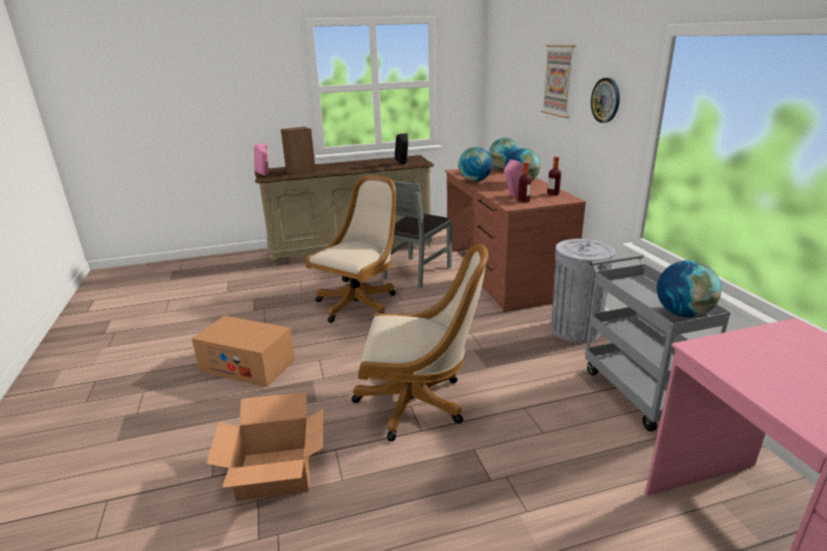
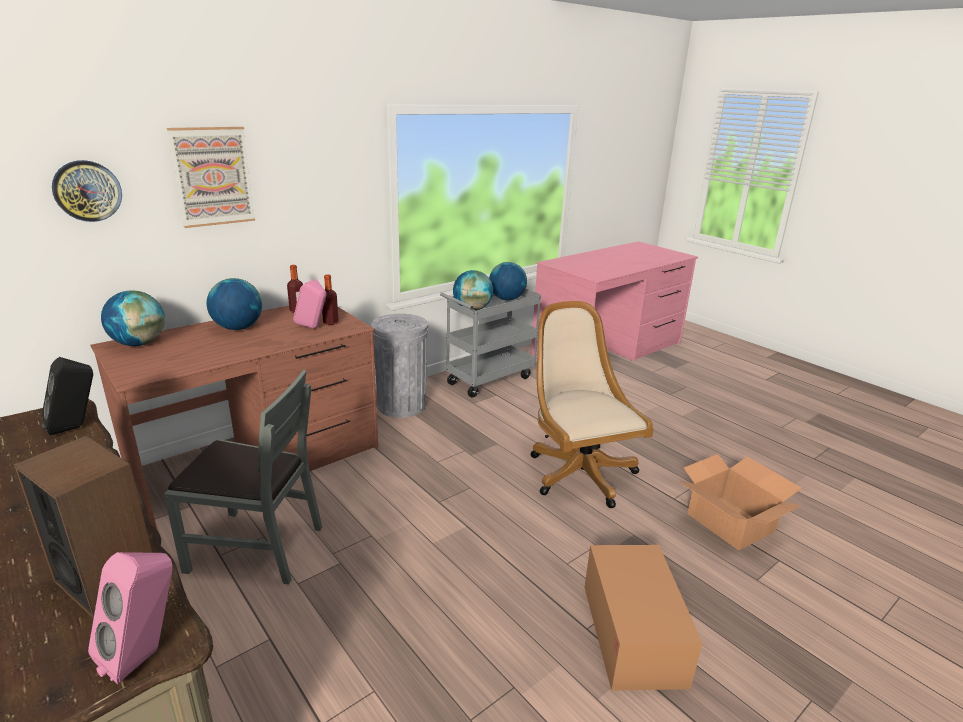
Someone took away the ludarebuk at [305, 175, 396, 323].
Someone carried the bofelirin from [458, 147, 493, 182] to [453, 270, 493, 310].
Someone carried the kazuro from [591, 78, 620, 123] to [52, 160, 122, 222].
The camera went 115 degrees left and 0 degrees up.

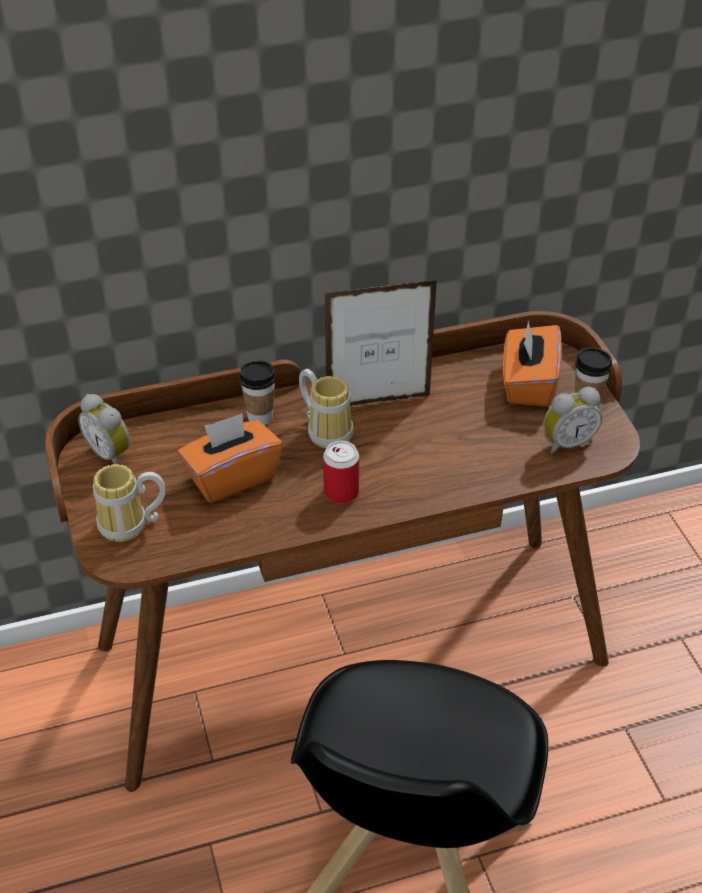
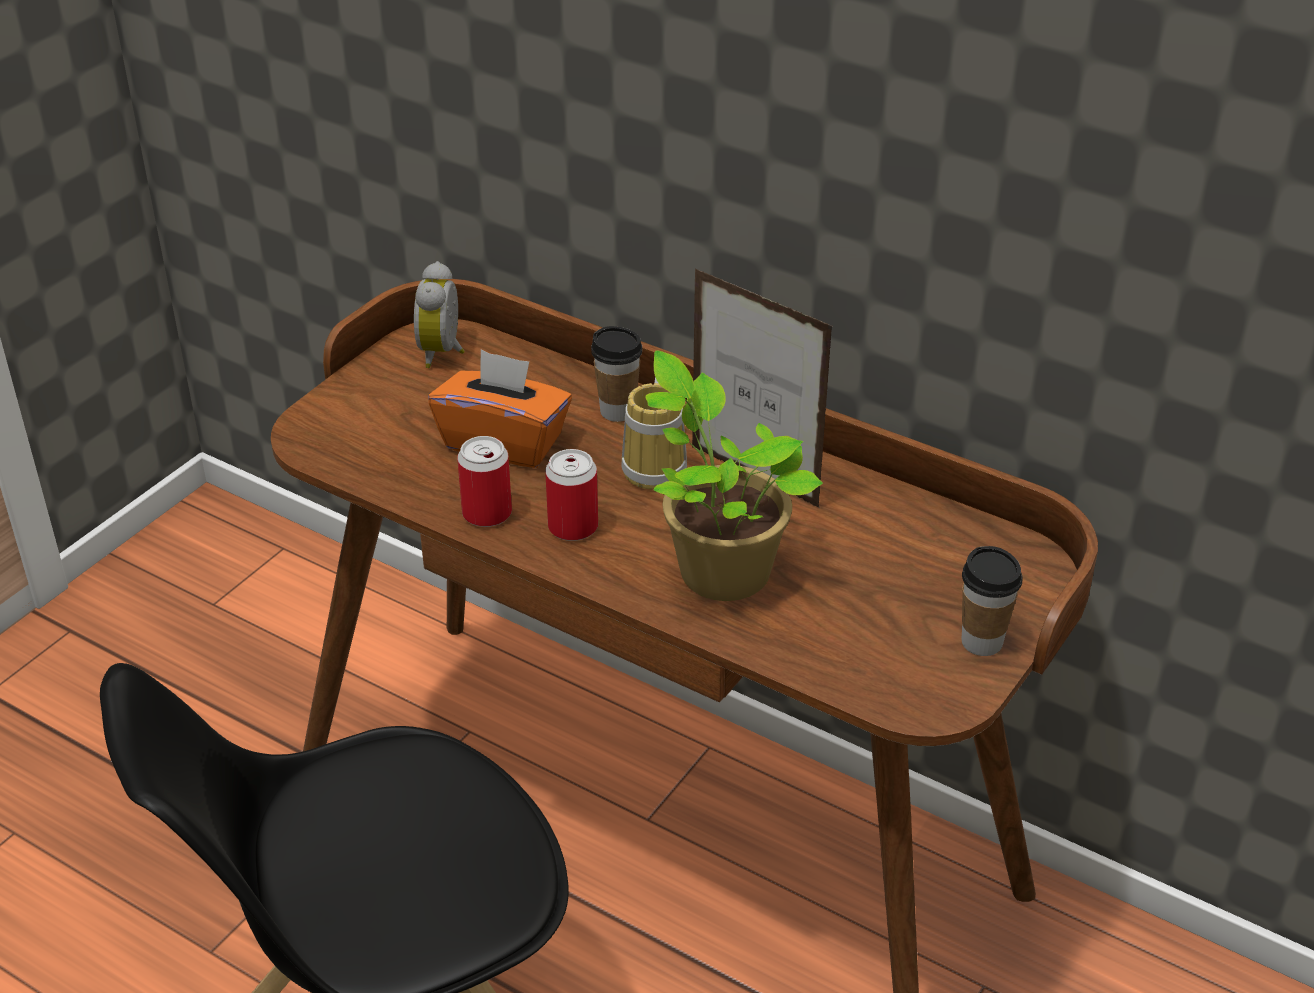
Someone took away the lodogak at [93, 464, 165, 542].
Someone took away the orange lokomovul at [503, 321, 561, 407].
Someone took away the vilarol at [544, 387, 602, 454].
Someone put down the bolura at [457, 436, 512, 527].
Someone put down the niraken at [645, 351, 823, 601].
The camera went 50 degrees right and 5 degrees down.

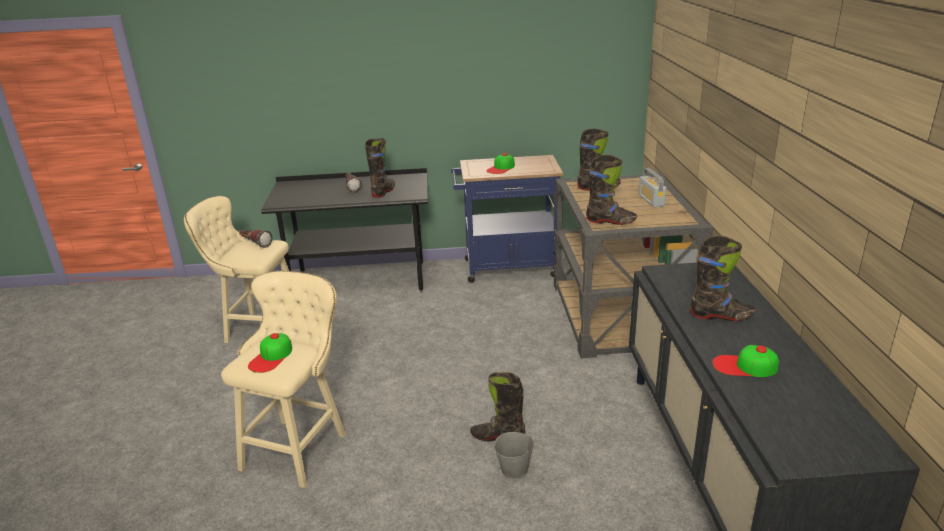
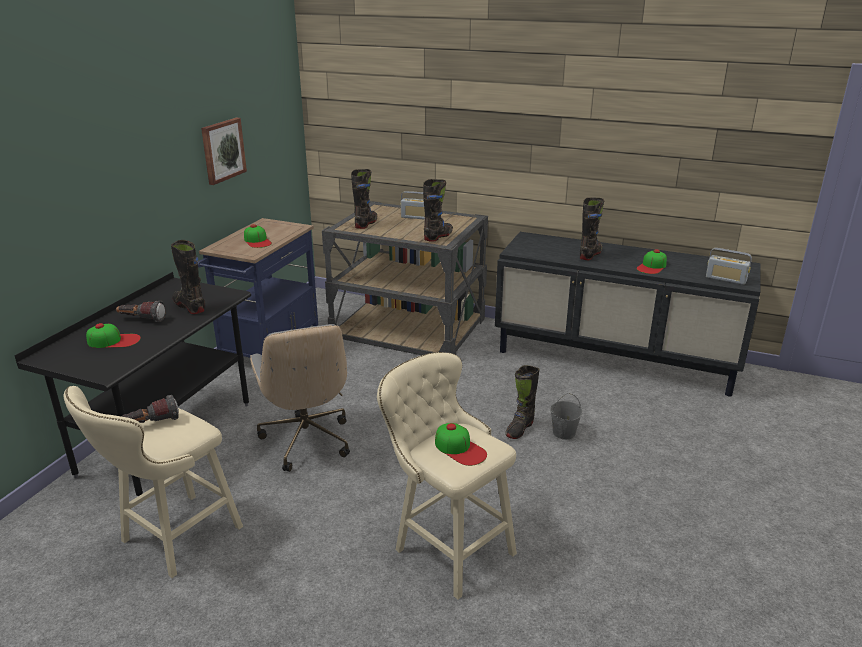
Someone put down the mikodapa at [86, 323, 141, 348].
Someone put up the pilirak at [201, 118, 247, 185].
Someone put down the grey ludarebuk at [250, 324, 350, 472].
Someone put down the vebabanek at [706, 248, 752, 285].
The camera went 65 degrees left and 0 degrees up.

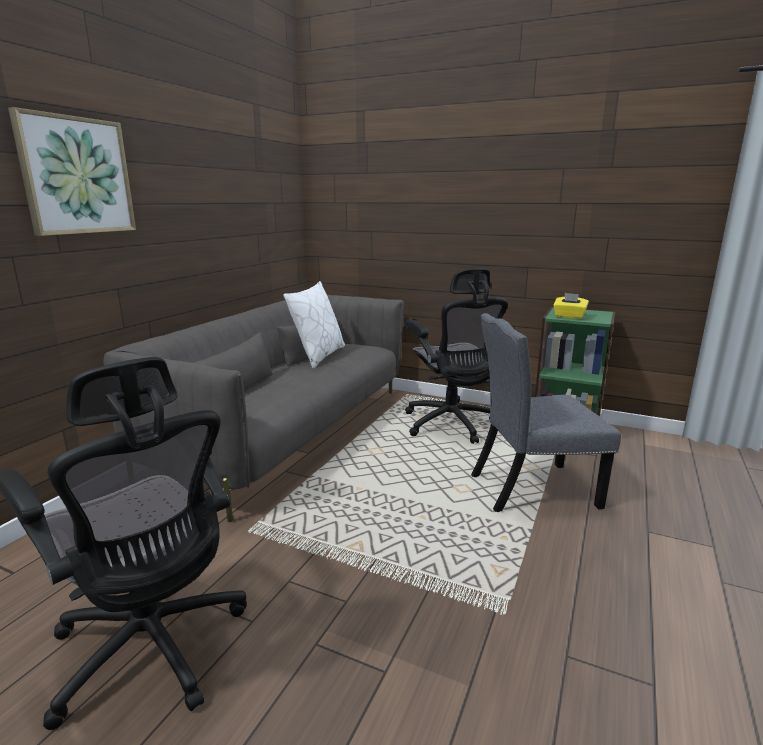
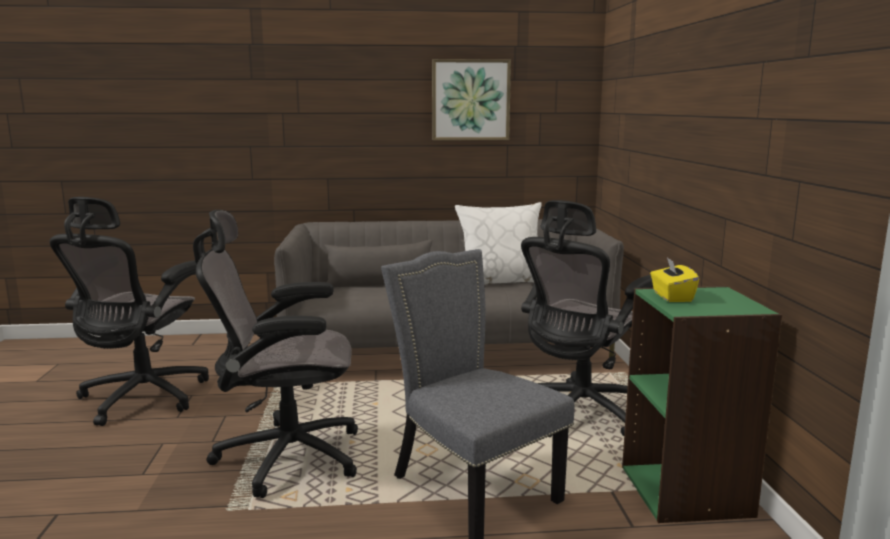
Someone carried the pilirak from [8, 107, 136, 236] to [432, 59, 511, 140].
Someone put down the ludarebuk at [193, 210, 358, 498].
The camera went 60 degrees right and 5 degrees down.

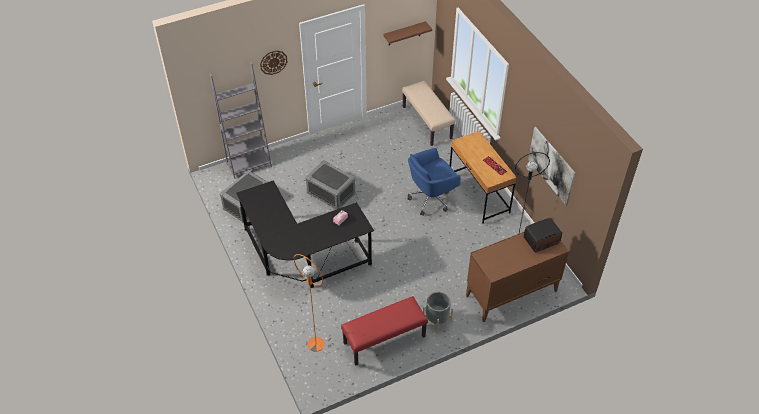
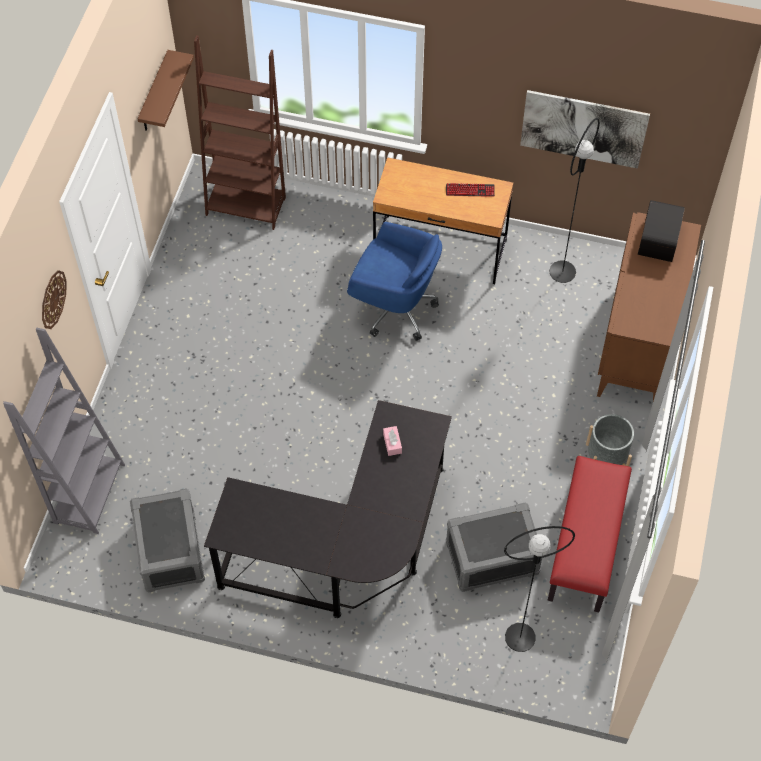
Someone repainted the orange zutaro at [294, 254, 325, 352], which became the black zutaro at [504, 526, 575, 652].
Someone carried the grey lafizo from [305, 160, 356, 210] to [446, 503, 542, 592].
Someone swapped the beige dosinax at [402, 81, 455, 146] for the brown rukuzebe at [194, 35, 286, 230].
Someone rotated the blue ludarebuk at [408, 148, 461, 216] by 75 degrees counterclockwise.
The camera went 50 degrees left and 10 degrees up.

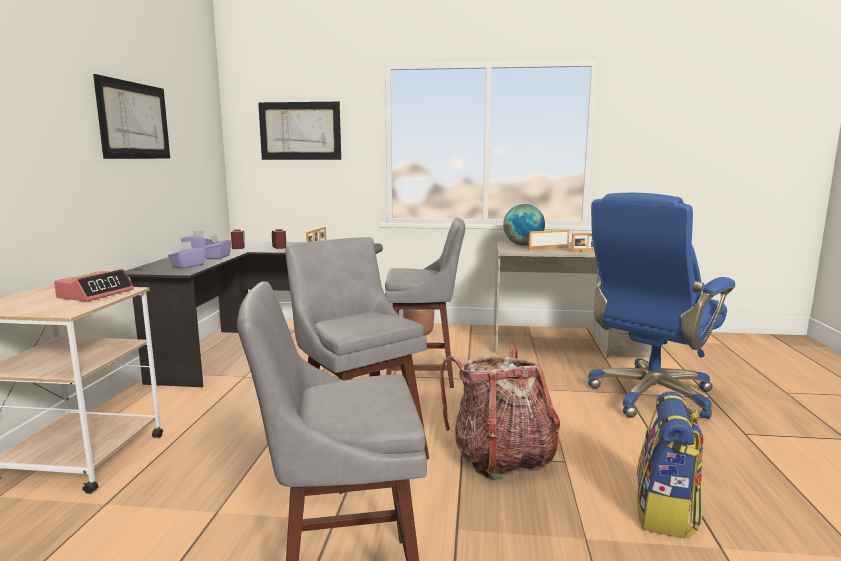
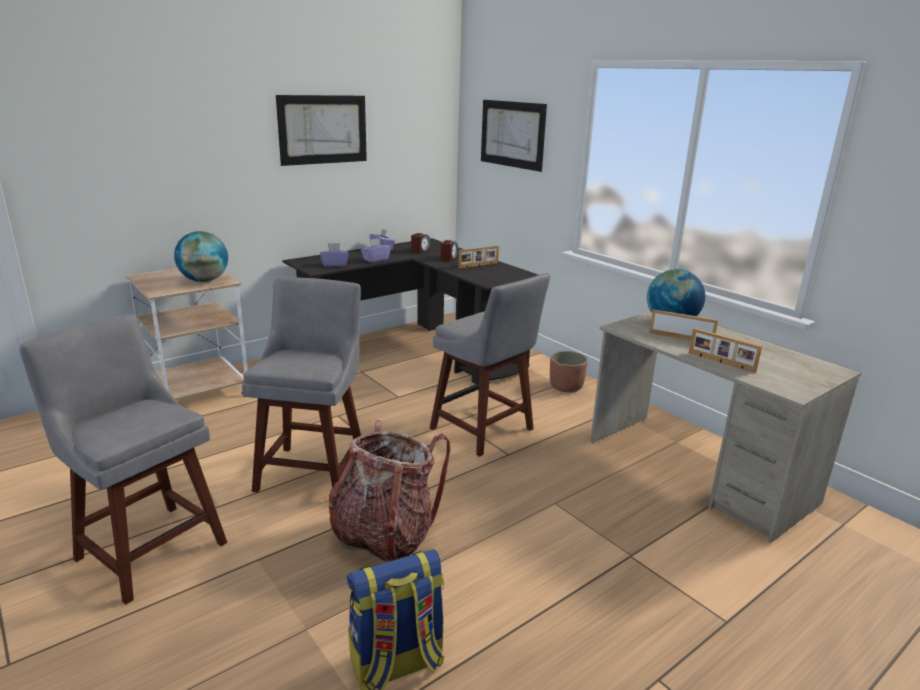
Someone swapped the vilarol at [54, 269, 134, 302] for the bofelirin at [174, 231, 228, 282].
Someone took away the blue ludarebuk at [588, 193, 735, 419].
The camera went 45 degrees right and 10 degrees up.

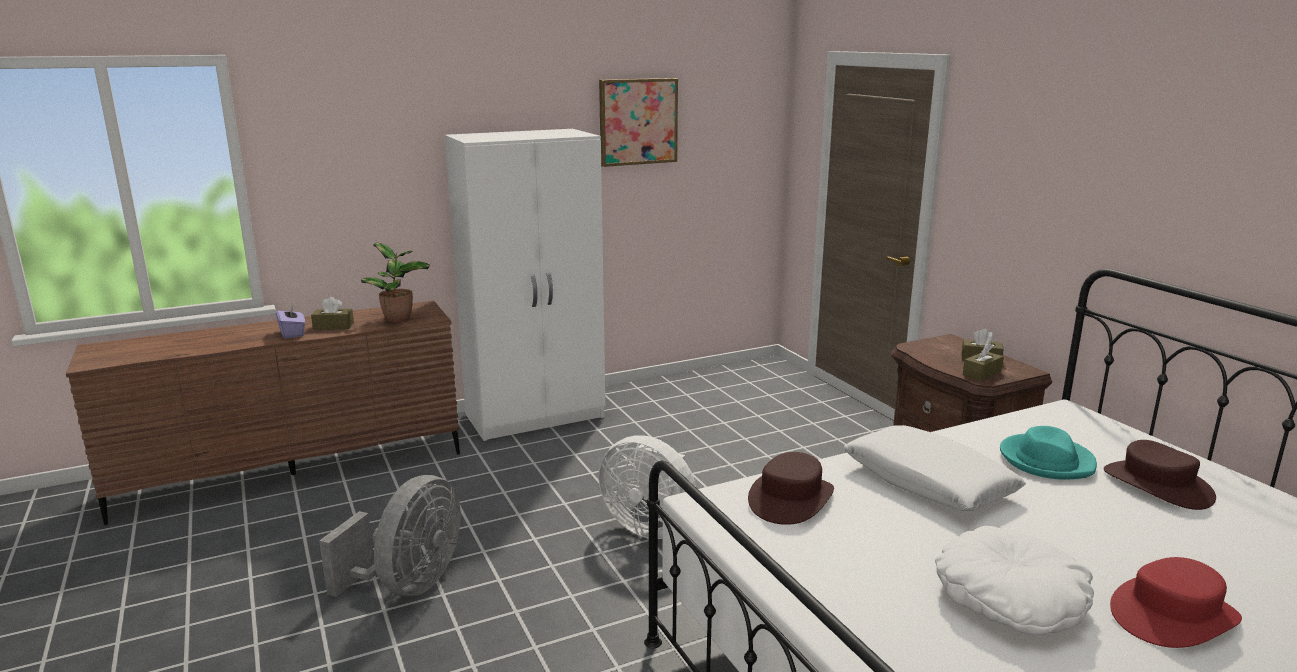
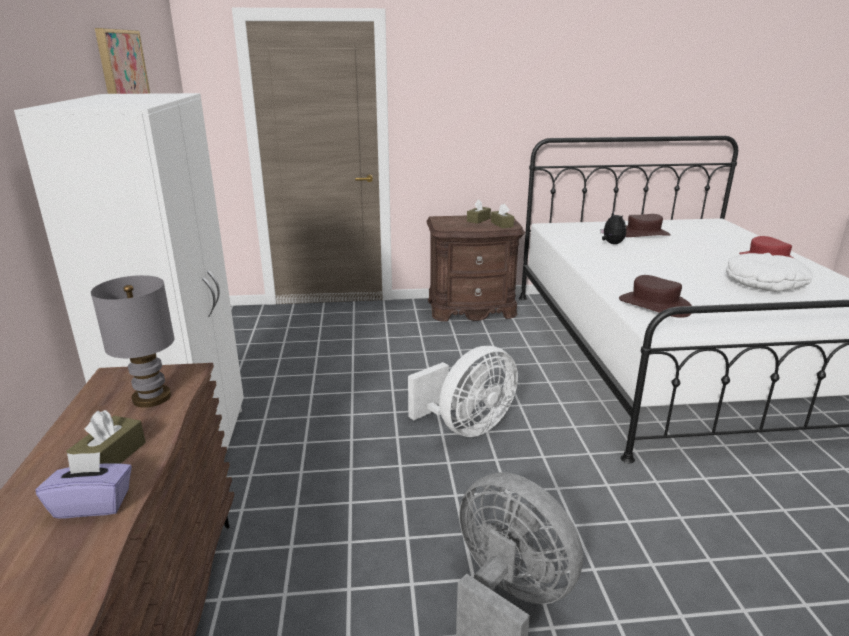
Someone swapped the niraken at [361, 243, 430, 322] for the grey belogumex at [91, 275, 174, 408].
Someone took away the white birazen at [844, 425, 1026, 511].
Someone swapped the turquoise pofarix at [1000, 426, 1097, 480] for the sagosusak at [600, 212, 626, 244].
The camera went 70 degrees left and 5 degrees up.

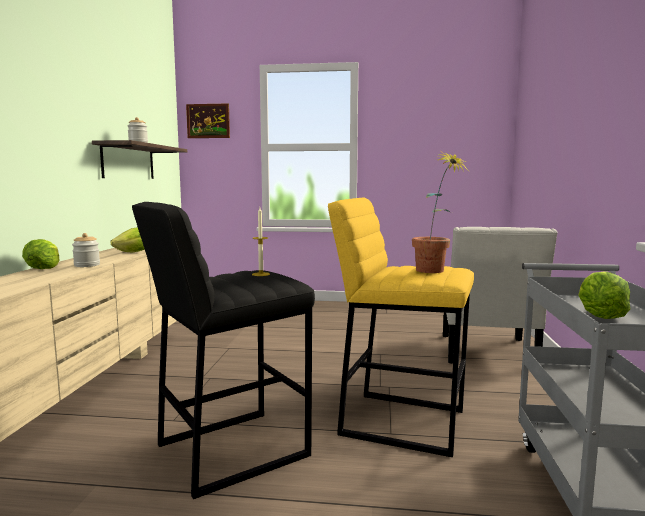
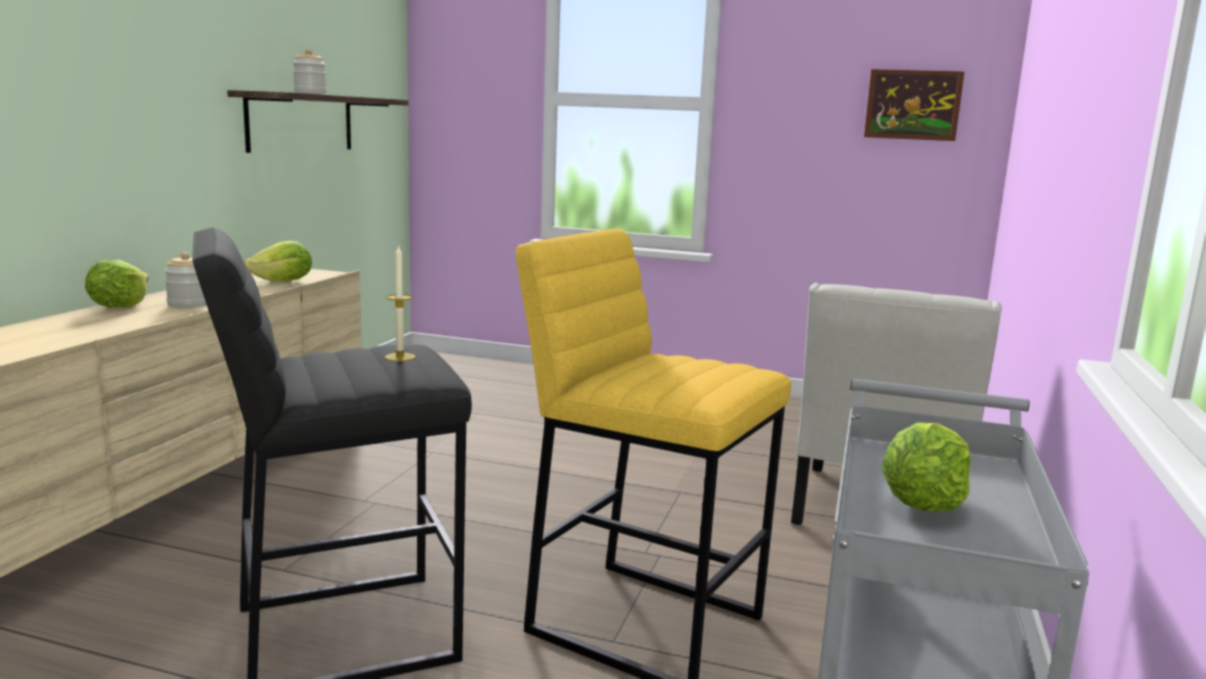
Someone carried the pilirak from [186, 104, 230, 138] to [864, 69, 965, 141].
Someone took away the niraken at [412, 151, 469, 273].
The camera went 10 degrees right and 5 degrees up.

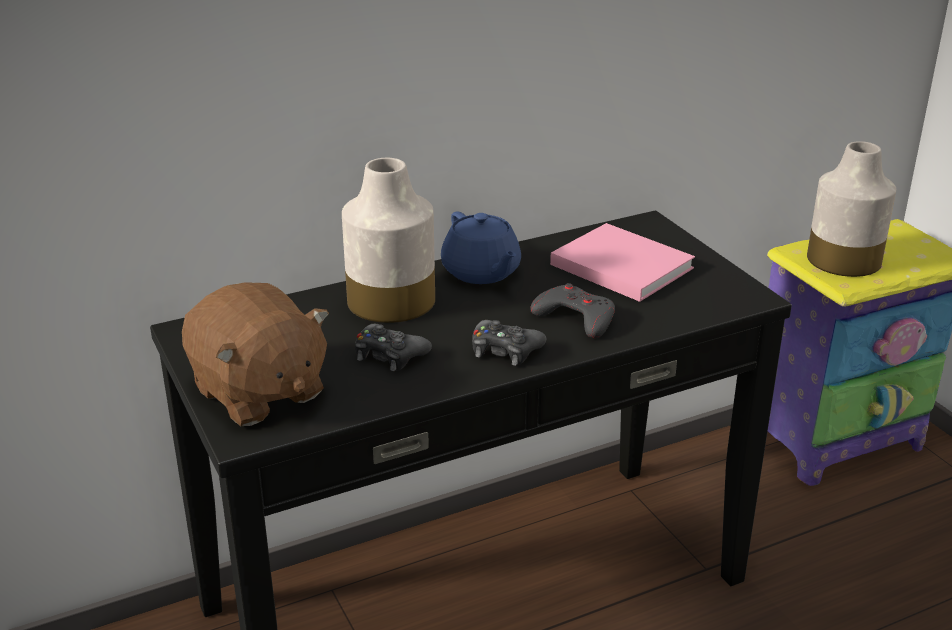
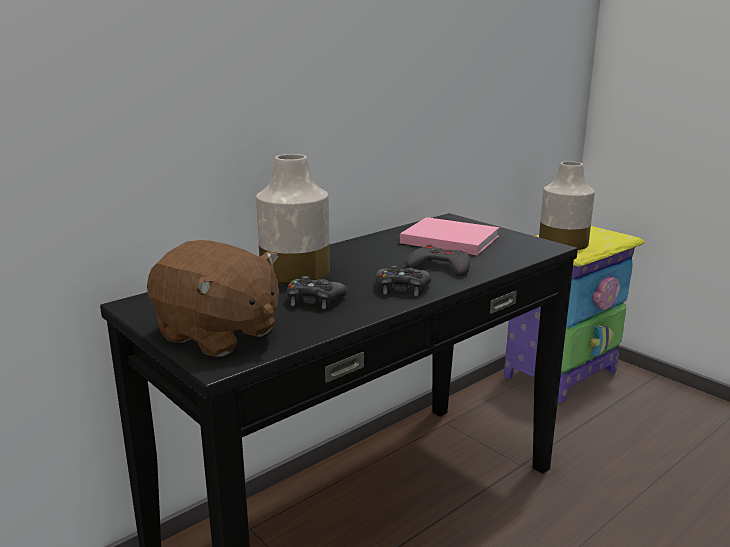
Someone took away the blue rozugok at [441, 212, 521, 284].
The camera went 15 degrees left and 10 degrees down.

